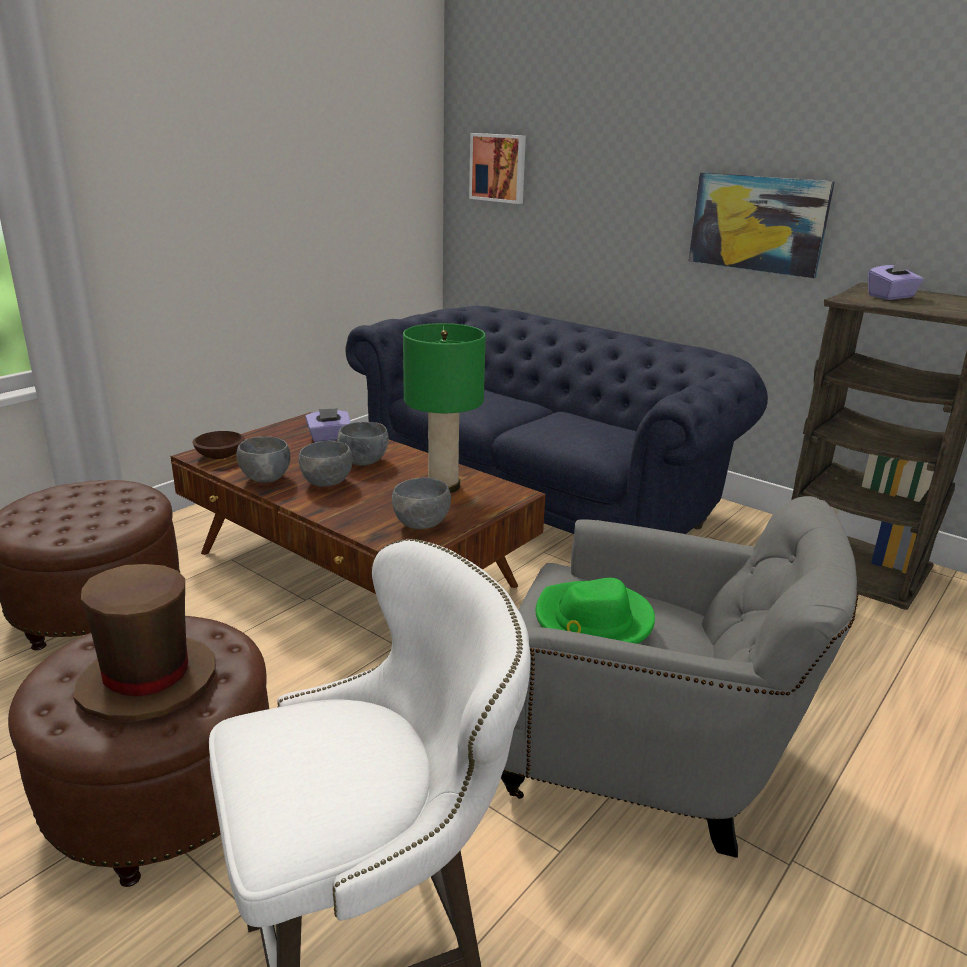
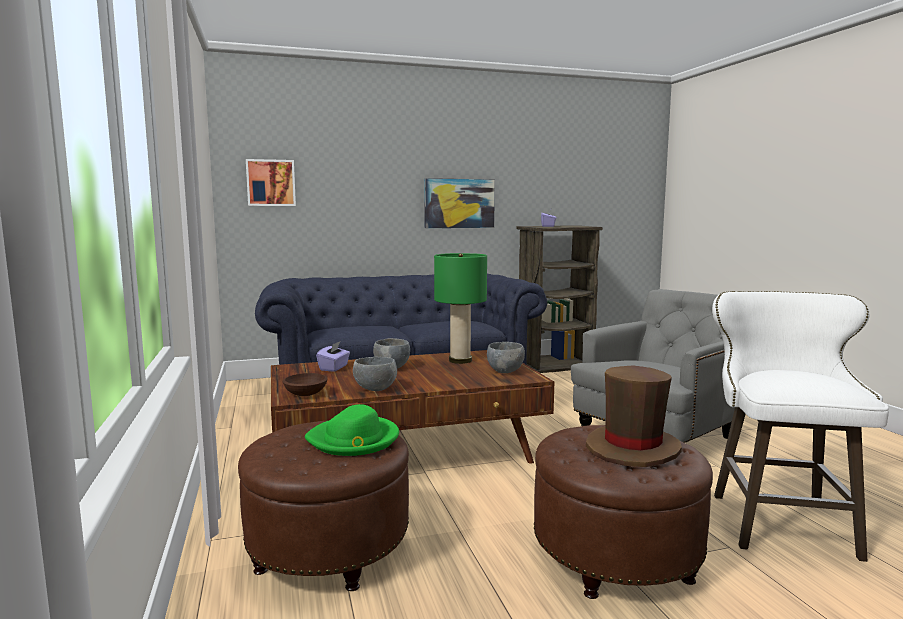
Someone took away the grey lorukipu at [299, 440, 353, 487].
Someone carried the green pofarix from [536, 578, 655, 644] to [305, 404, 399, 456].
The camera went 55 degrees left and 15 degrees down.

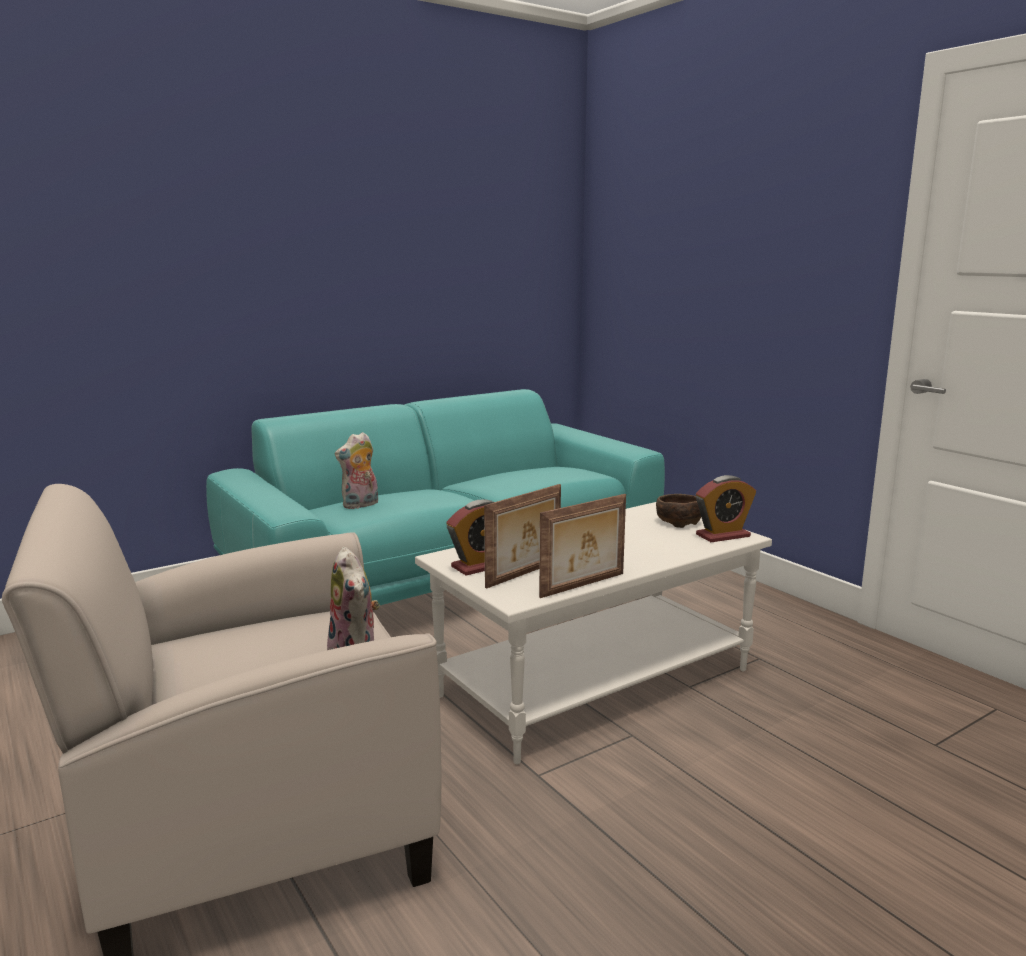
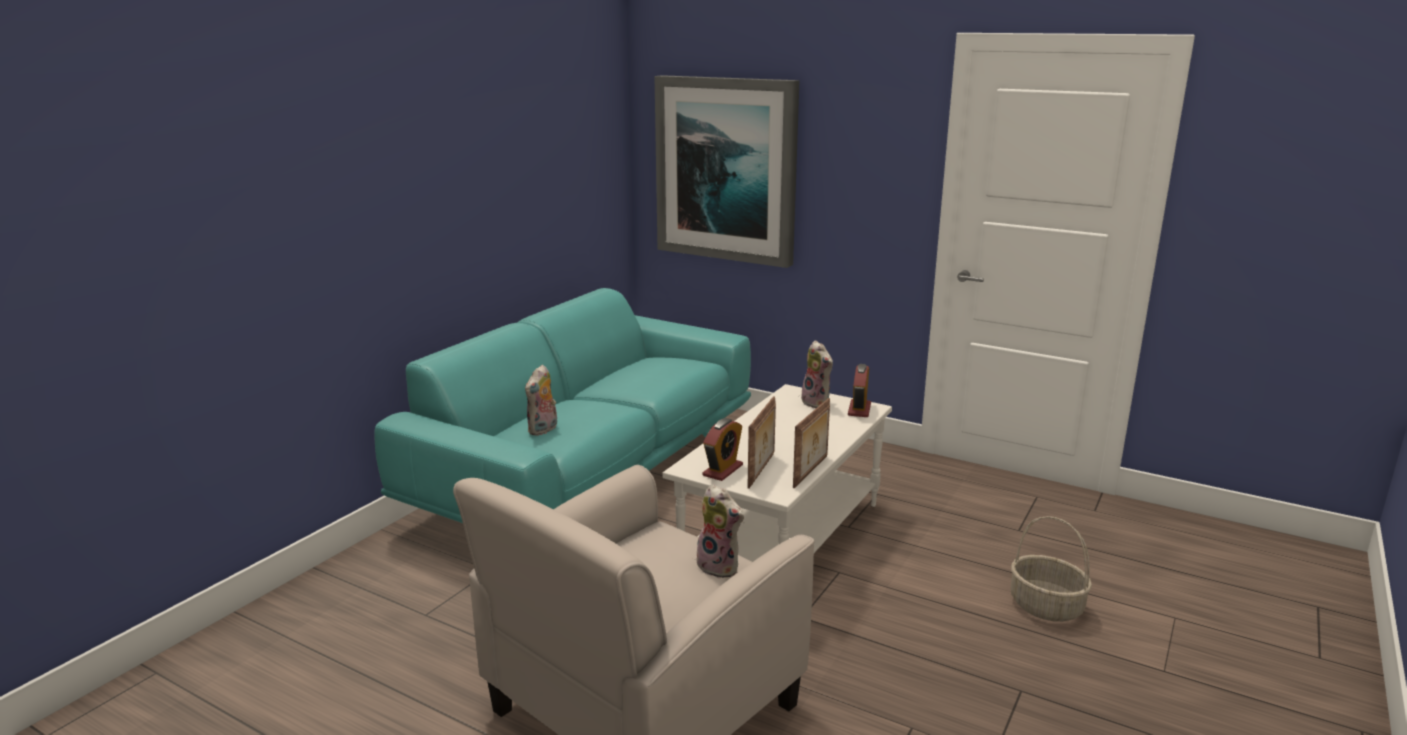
Someone swapped the brown lorukipu at [656, 494, 701, 528] for the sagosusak at [801, 340, 833, 408].
Someone rotated the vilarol at [696, 475, 756, 542] by 150 degrees clockwise.
Someone put up the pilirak at [654, 75, 799, 268].
Someone put down the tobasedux at [1011, 516, 1092, 622].
The camera went 25 degrees left and 5 degrees up.

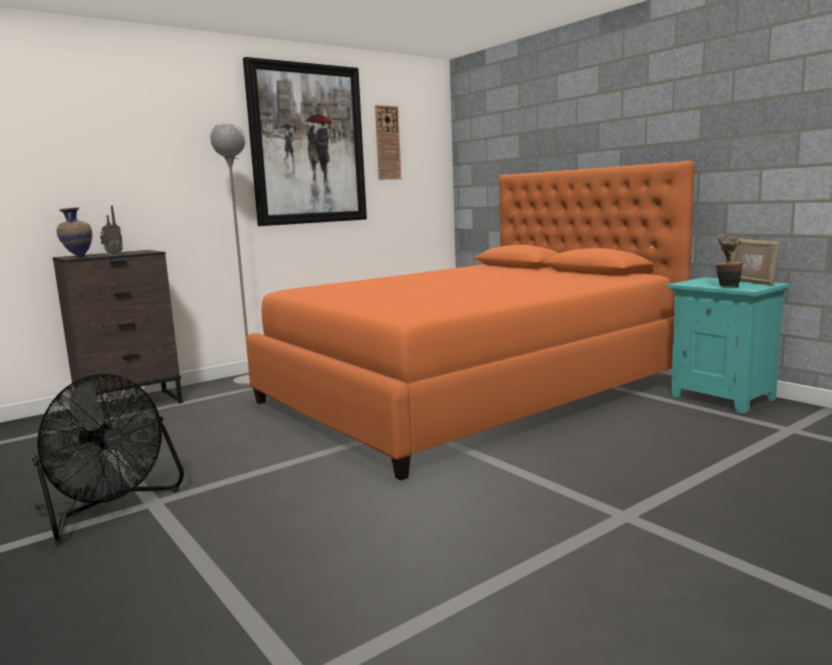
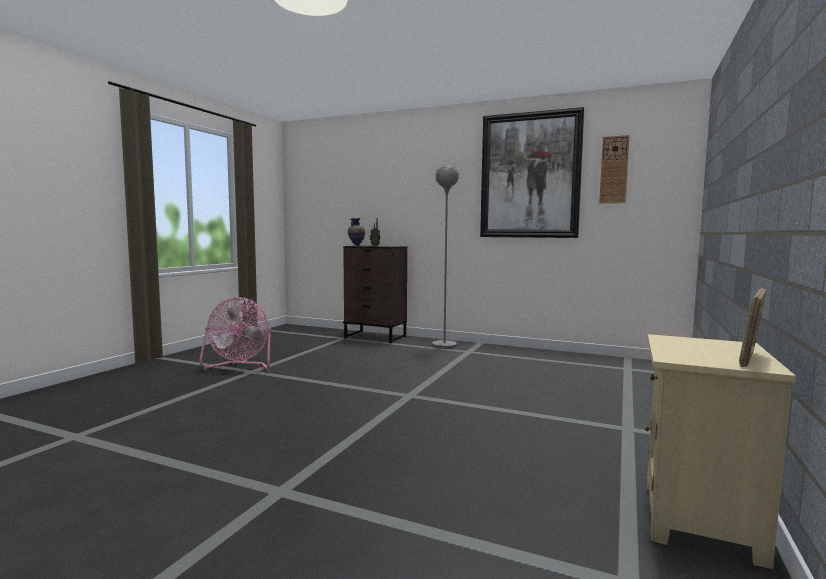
Someone repainted the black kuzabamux at [32, 374, 184, 546], which became the pink kuzabamux at [199, 297, 272, 372].
Someone took away the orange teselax at [246, 161, 695, 481].
Someone repainted the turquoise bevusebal at [667, 277, 791, 413], which became the beige bevusebal at [645, 334, 796, 569].
Someone took away the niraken at [716, 234, 743, 287].
The camera went 60 degrees right and 5 degrees down.

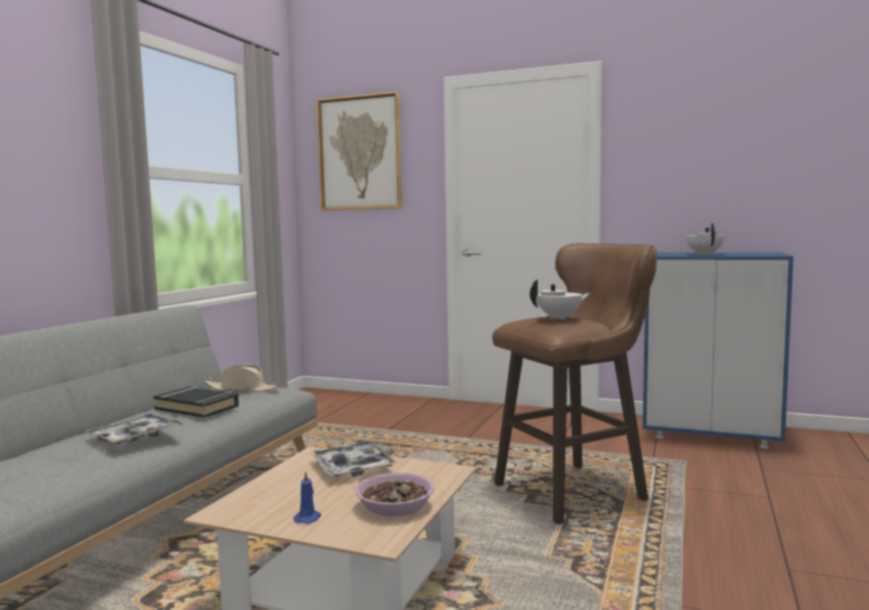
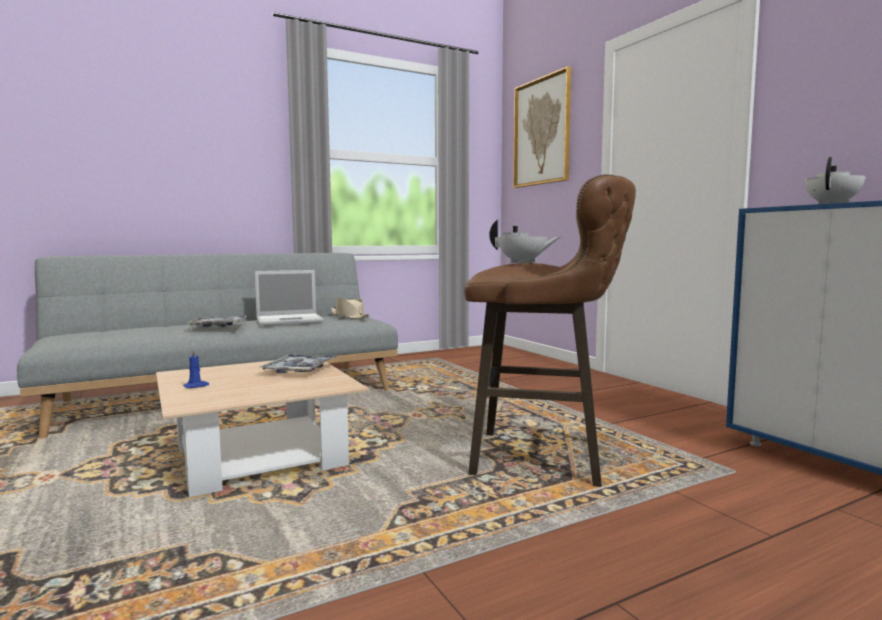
Someone swapped the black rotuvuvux at [153, 387, 239, 418] for the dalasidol at [255, 270, 324, 325].
Someone took away the lorukipu at [355, 473, 435, 517].
The camera went 40 degrees right and 0 degrees up.

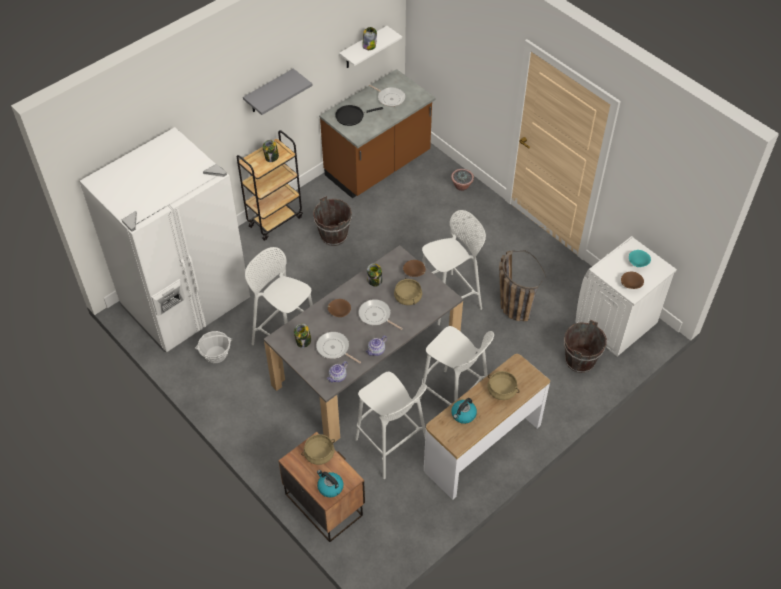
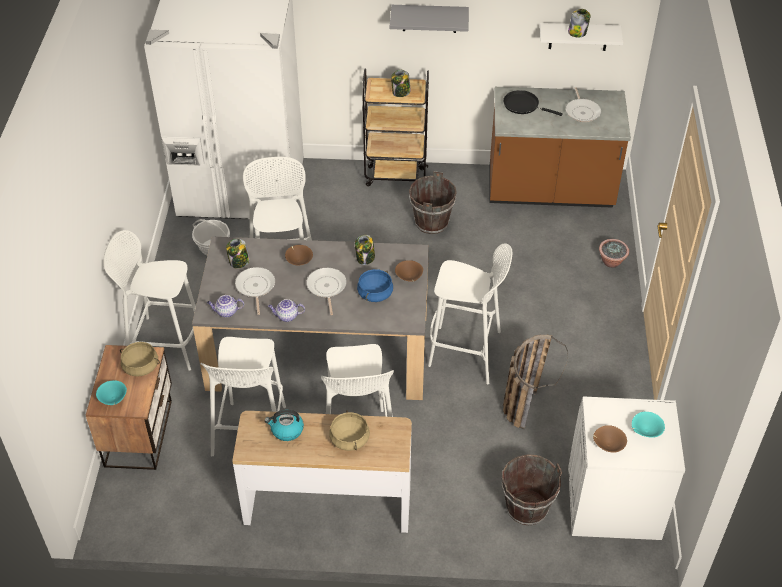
Someone swapped the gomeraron at [317, 470, 344, 497] for the turquoise lorukipu at [96, 380, 127, 405].
Someone repainted the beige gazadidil at [394, 277, 422, 305], which became the blue gazadidil at [357, 269, 393, 302].
Someone put down the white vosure at [103, 230, 196, 371].
The camera went 45 degrees right and 5 degrees down.

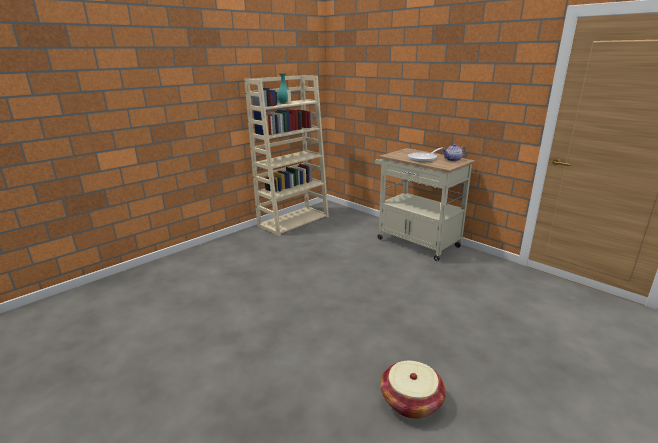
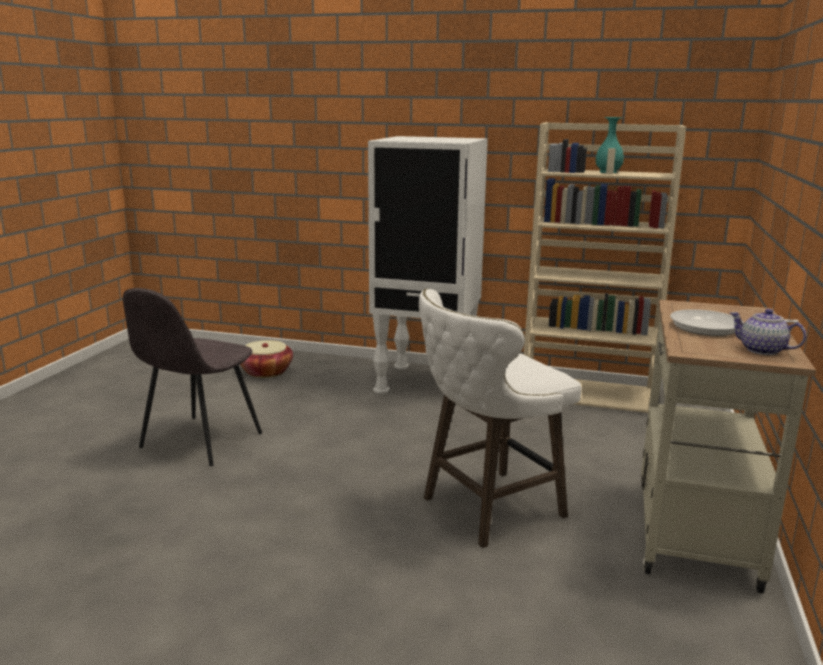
Someone carried the tobasedux from [380, 361, 446, 419] to [240, 340, 293, 378].
Someone put down the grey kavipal at [123, 288, 262, 466].
Someone put down the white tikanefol at [368, 136, 488, 394].
Someone put down the white vosure at [419, 289, 582, 548].
The camera went 60 degrees right and 5 degrees down.

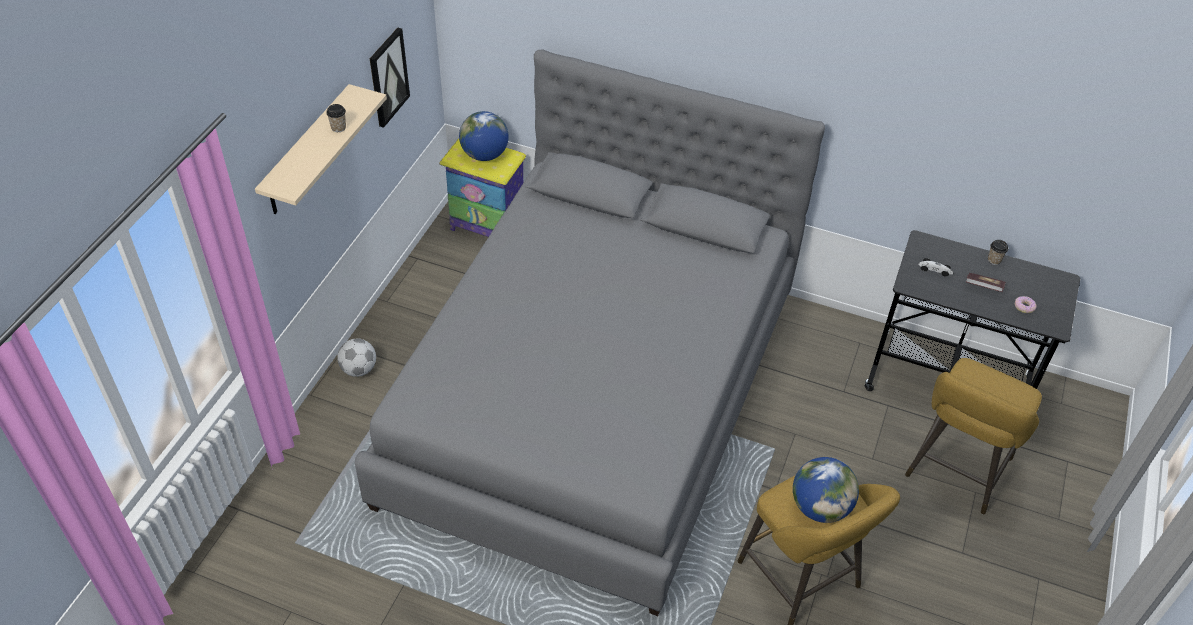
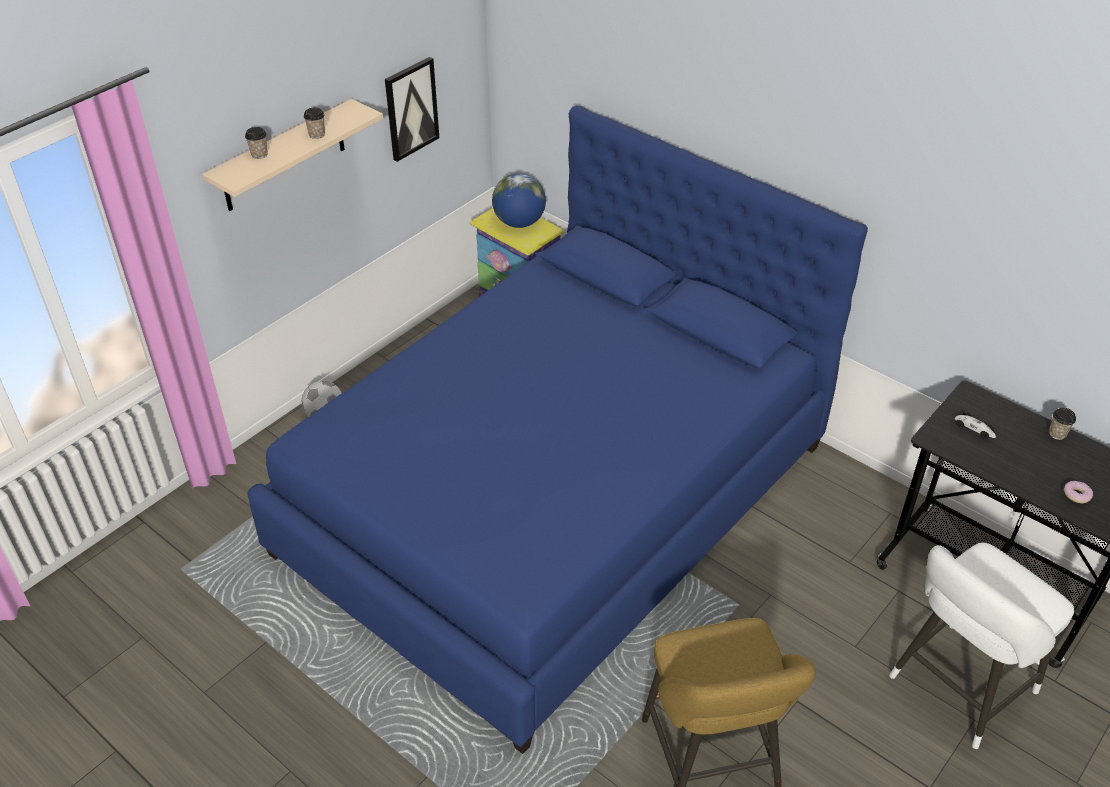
Someone repainted the grey teselax at [355, 49, 825, 616], which became the blue teselax at [247, 106, 868, 754].
Someone took away the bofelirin at [793, 457, 859, 523].
Someone repainted the yellow vosure at [905, 358, 1042, 514], which became the white vosure at [889, 543, 1074, 749].
Someone took away the rotuvuvux at [966, 273, 1006, 292].
Someone put down the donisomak at [245, 127, 268, 159].
The camera went 20 degrees right and 5 degrees down.

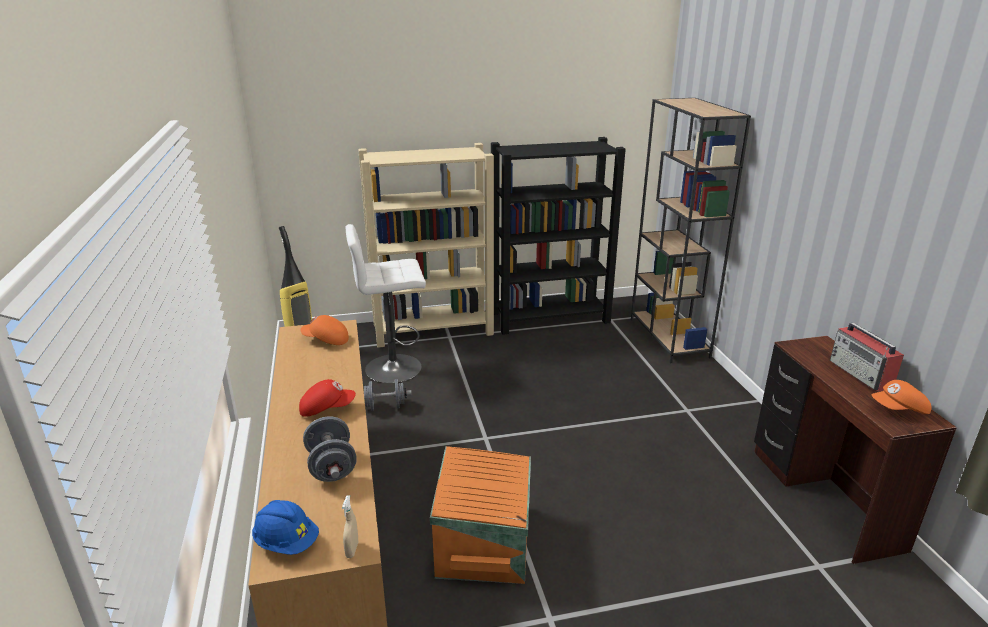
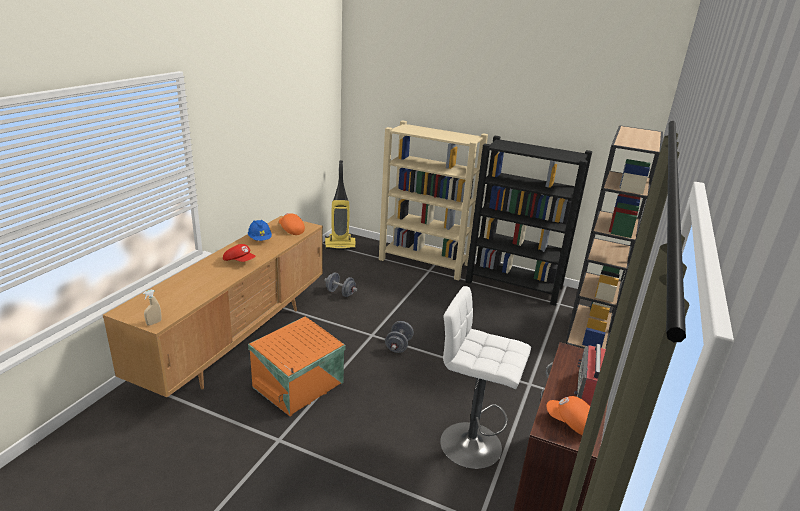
Someone carried the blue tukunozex from [252, 500, 319, 555] to [248, 220, 272, 241].
Someone carried the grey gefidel from [303, 416, 357, 482] to [385, 321, 414, 353].
Someone carried the white vosure from [345, 224, 426, 383] to [440, 286, 531, 469].
The camera went 35 degrees right and 0 degrees up.

